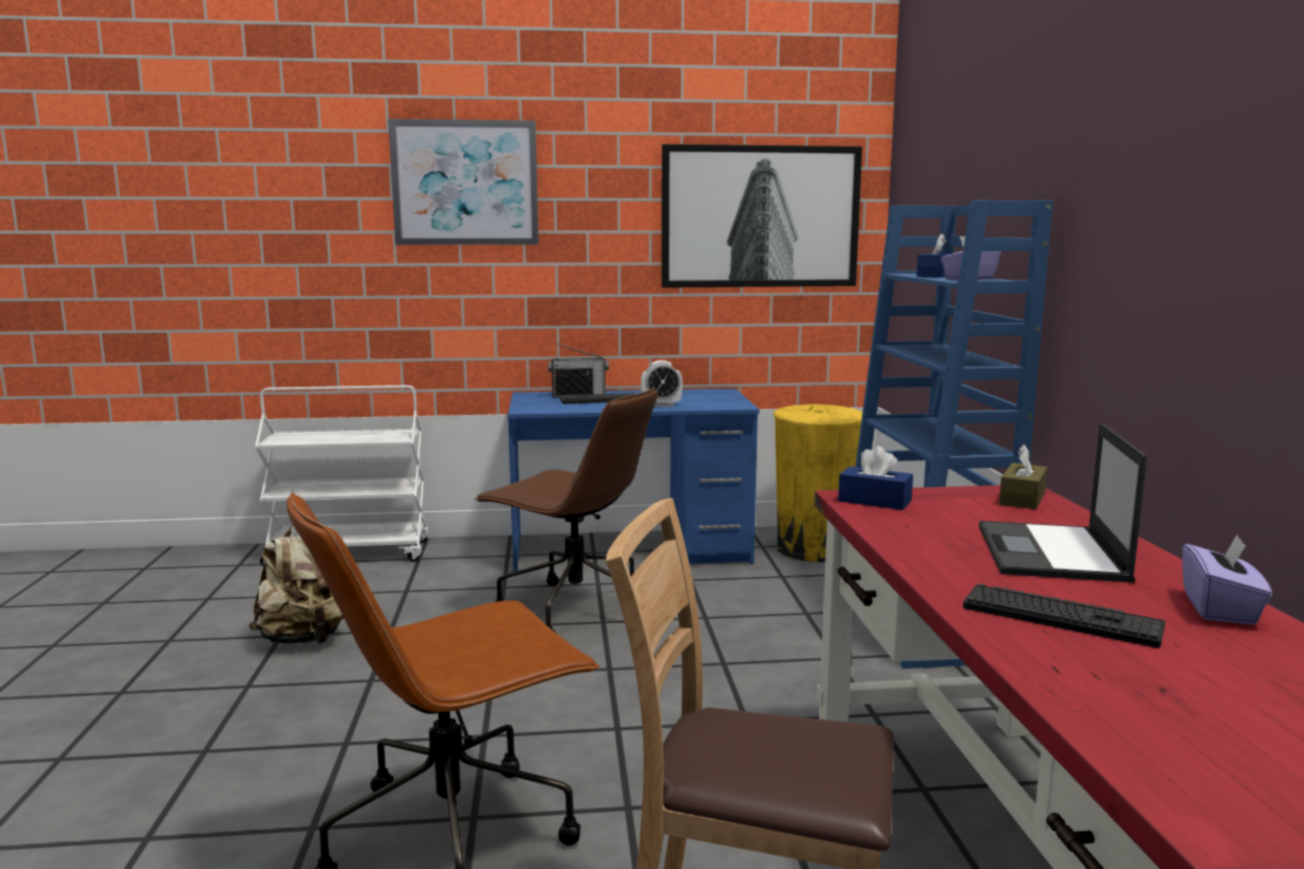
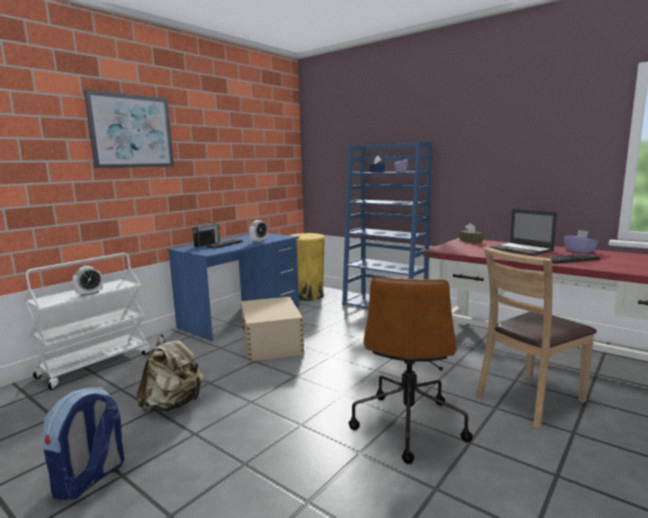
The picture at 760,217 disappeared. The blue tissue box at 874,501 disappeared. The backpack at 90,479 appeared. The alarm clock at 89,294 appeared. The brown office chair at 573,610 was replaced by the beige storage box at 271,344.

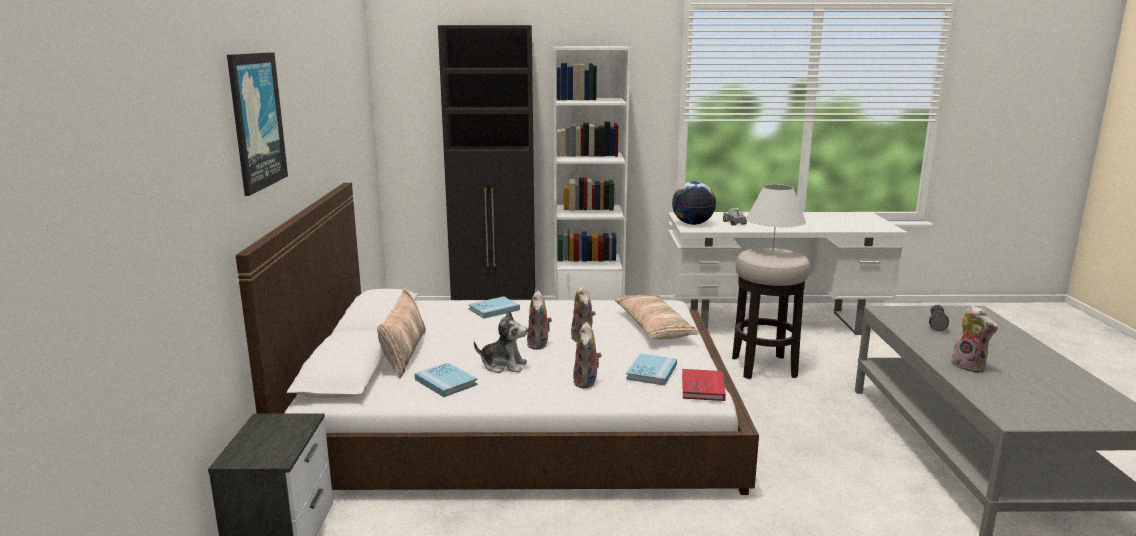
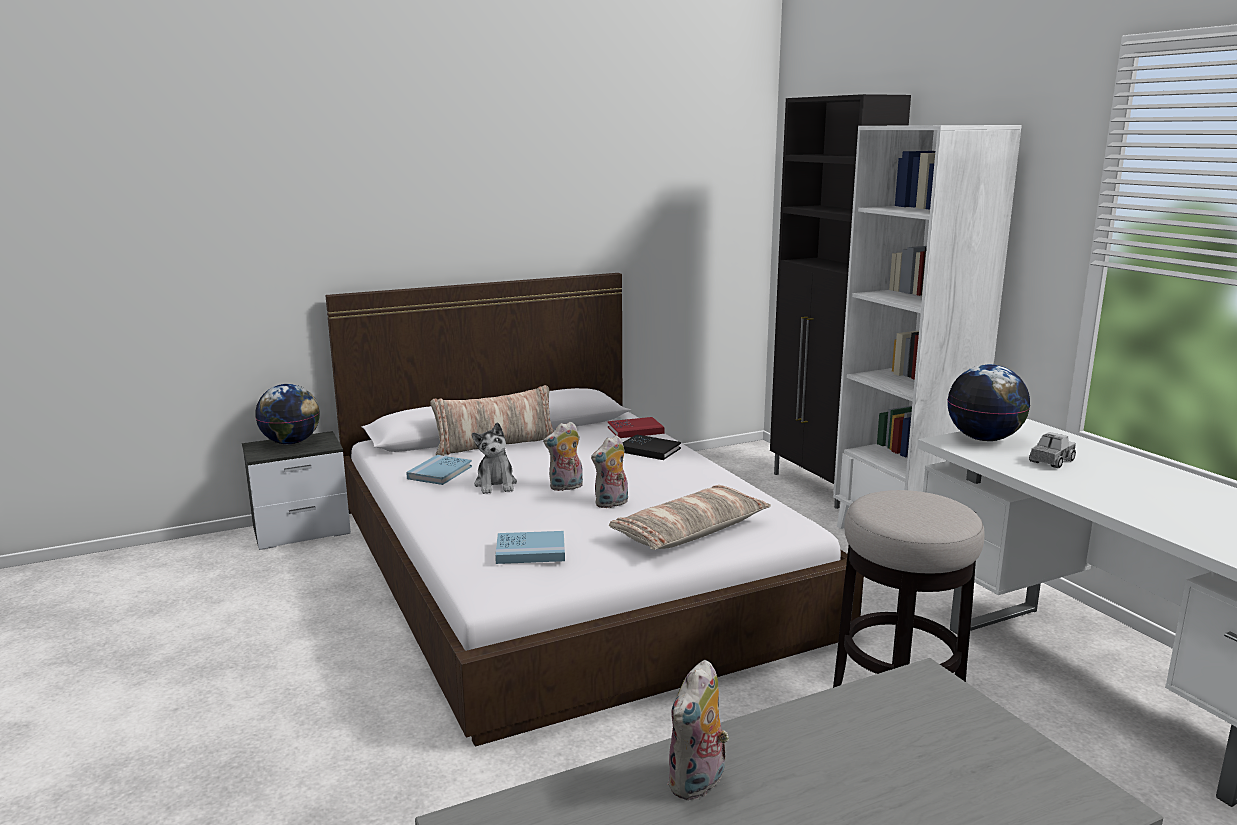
The picture at 256,121 disappeared. The plush toy at 587,382 disappeared. The white table lamp at 773,250 disappeared. The flashlight at 938,324 disappeared. The globe at 291,442 appeared. The red book moved from 702,387 to 635,430. The blue book at 494,309 became the black book at 649,450.

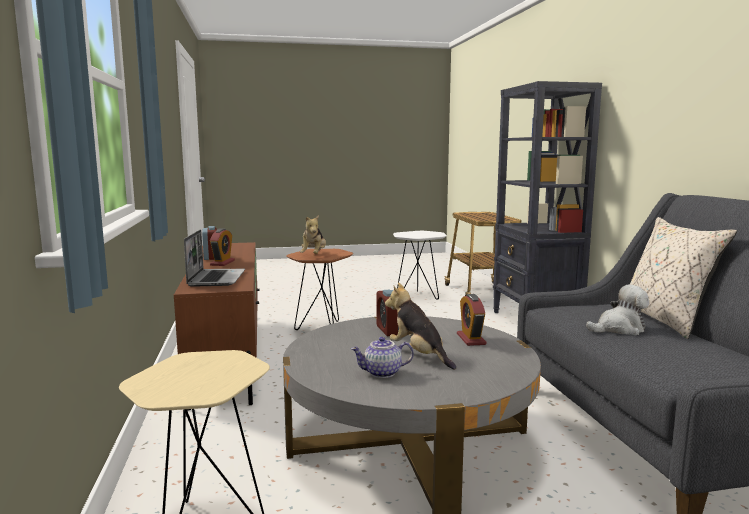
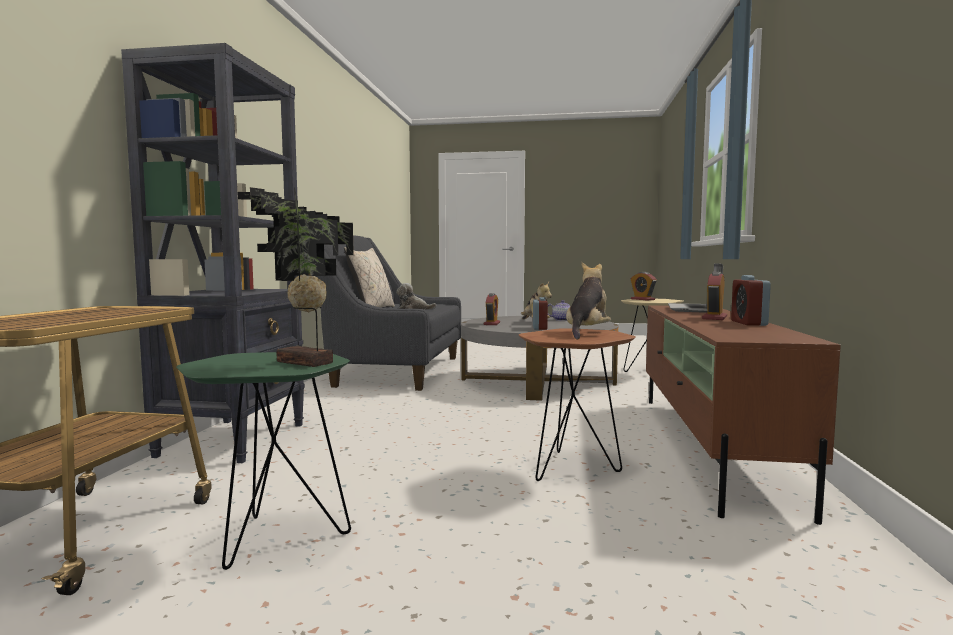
The potted plant at 302,363 appeared. The alarm clock at 642,299 appeared. The white side table at 418,296 became the green side table at 272,539.

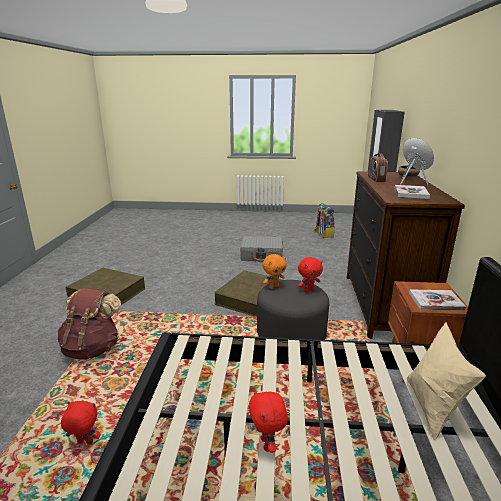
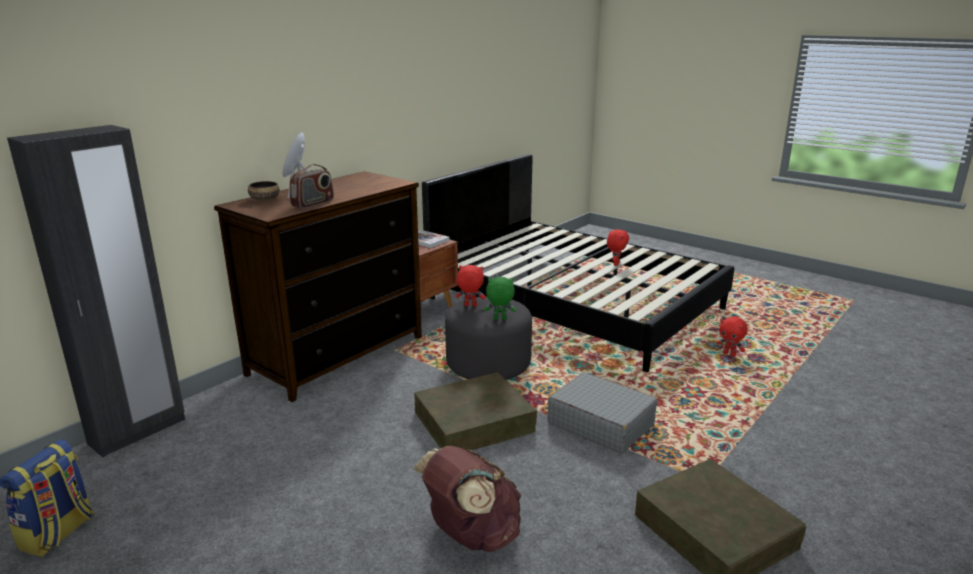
The book at 411,193 disappeared. The beige pillow at 433,408 disappeared. The brown backpack moved from 92,349 to 471,535. The grey suitcase moved from 262,255 to 600,424. The orange plush toy at 273,287 became the green plush toy at 499,319.

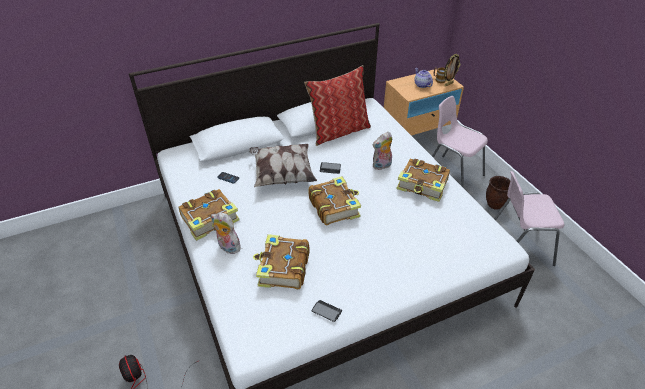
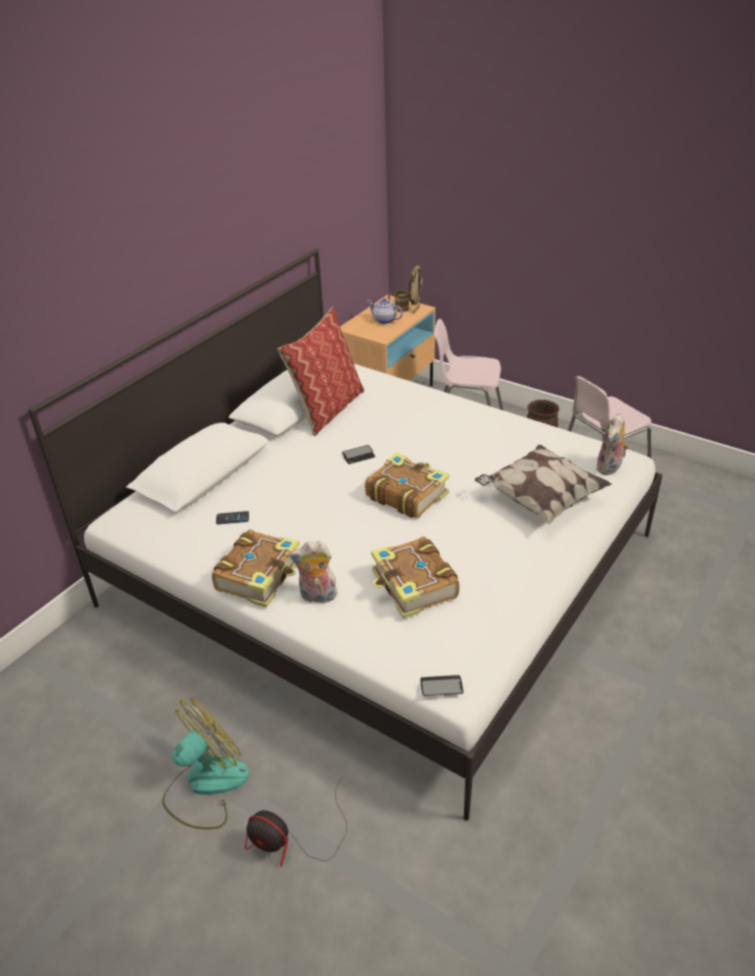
The book at 423,186 disappeared. The fan at 205,785 appeared. The pillow moved from 282,174 to 539,499. The phone moved from 326,311 to 441,686. The plush toy moved from 381,166 to 610,468.

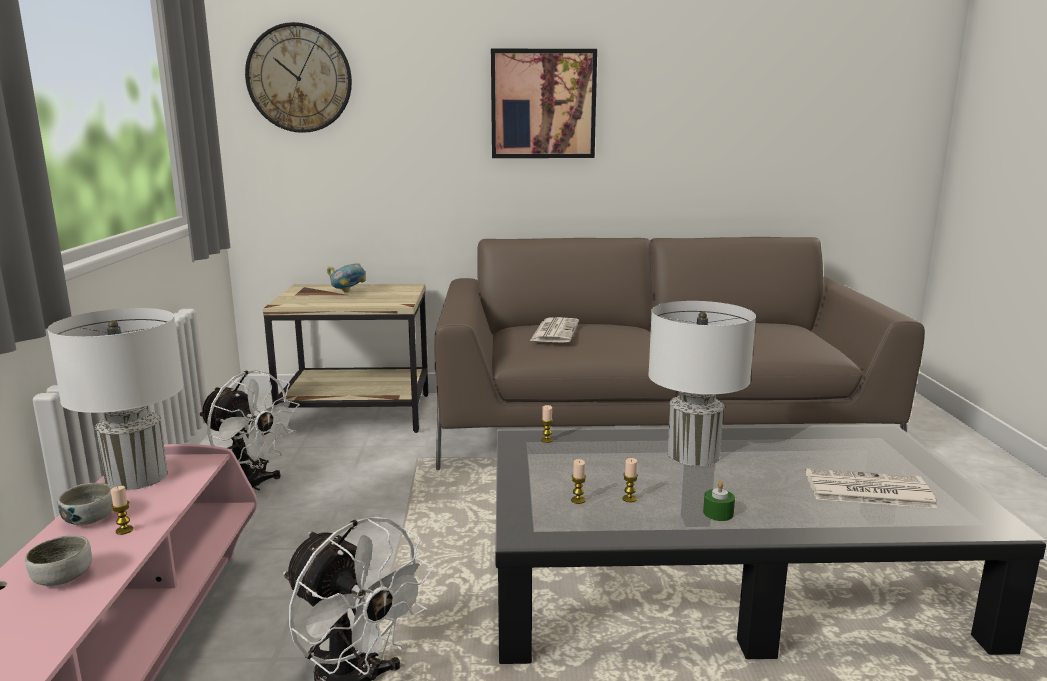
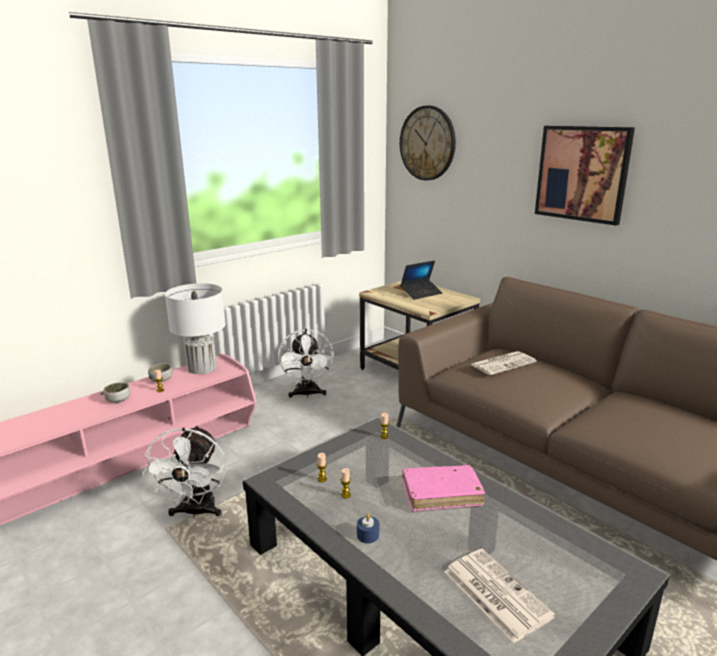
The bowl at 348,293 was replaced by the laptop at 421,293. The white table lamp at 693,454 was replaced by the pink book at 441,494. The green candle at 718,513 became the blue candle at 367,535.

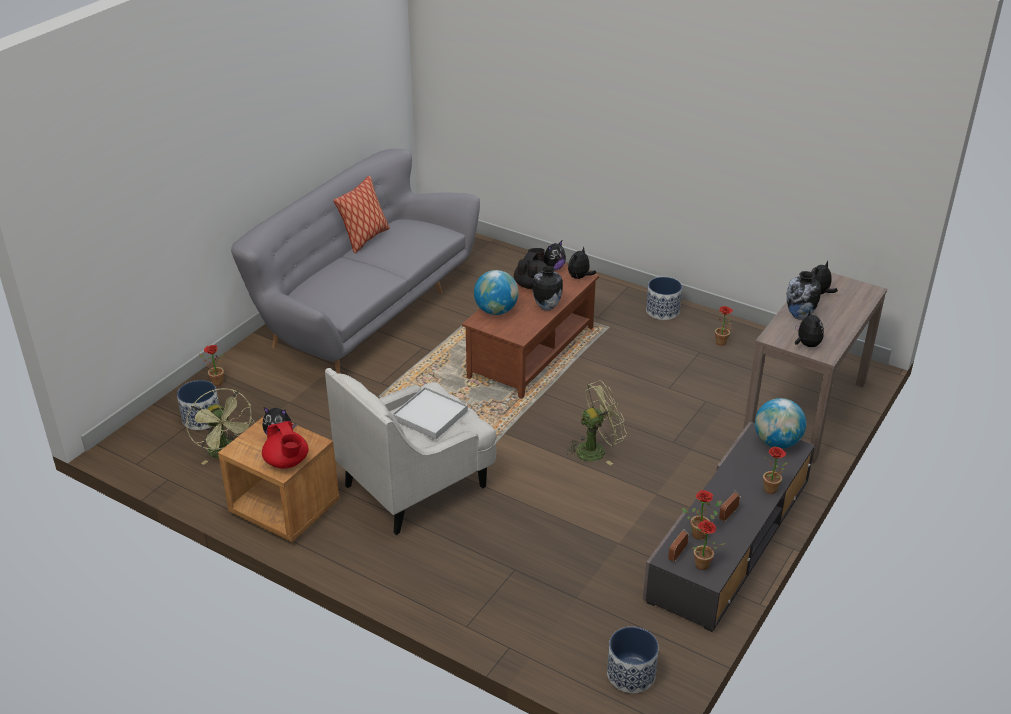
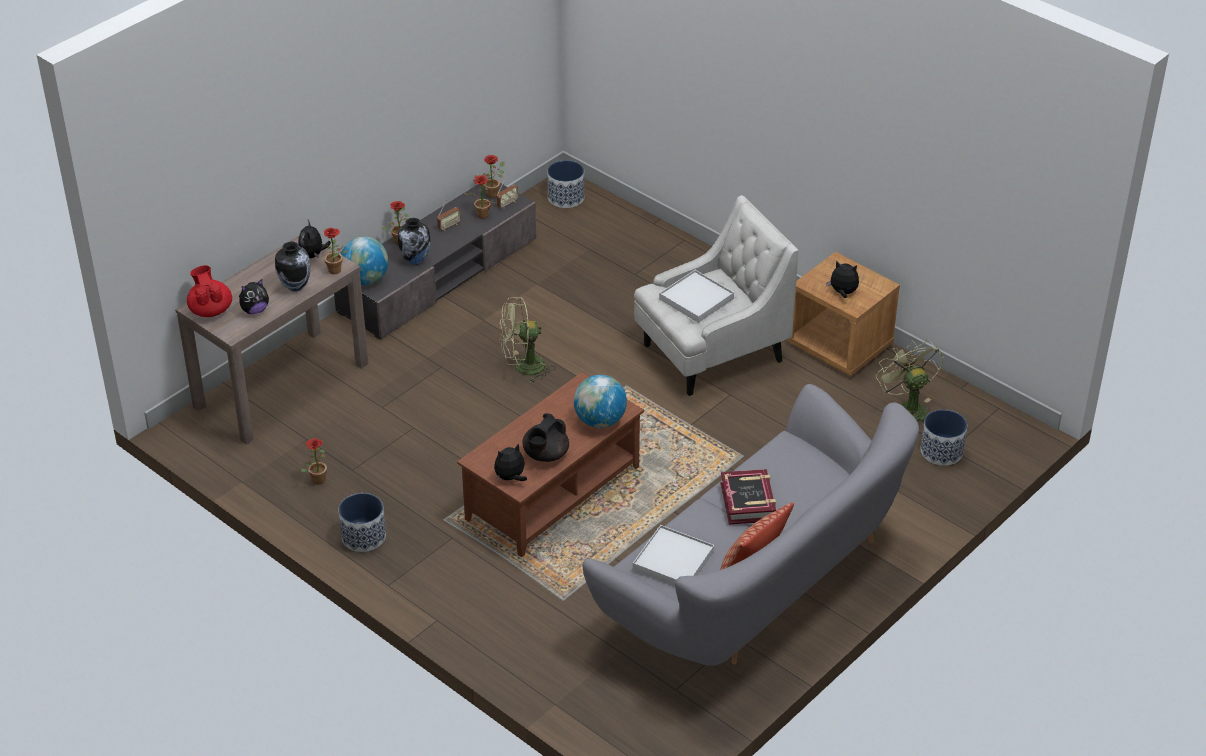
The plush toy at 579,277 disappeared. The white tray at 673,560 appeared. The book at 748,502 appeared. The potted plant moved from 215,382 to 337,271. The red teapot moved from 287,462 to 210,310. The vase moved from 546,307 to 416,260.

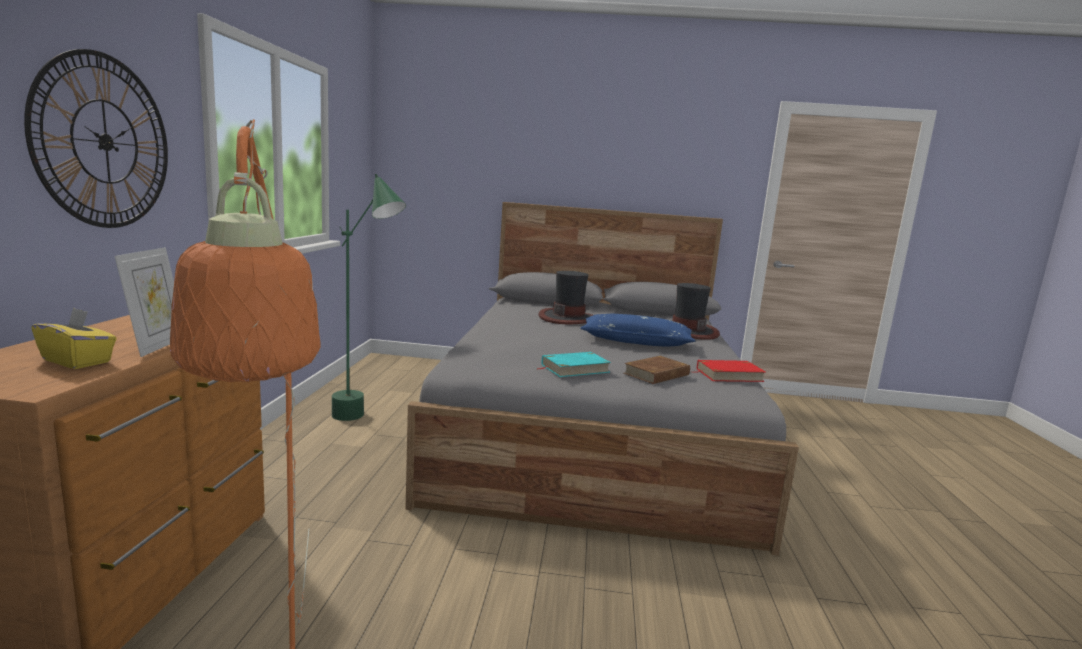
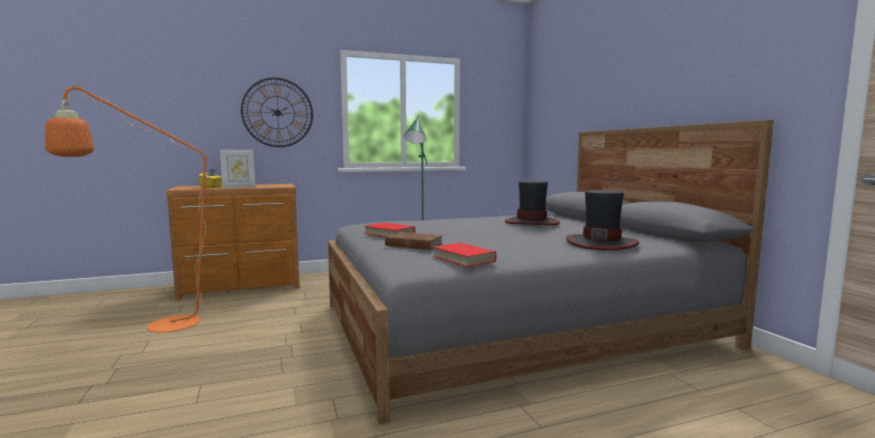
The blue pillow at 636,341 disappeared. The turquoise book at 574,368 became the red book at 389,234.

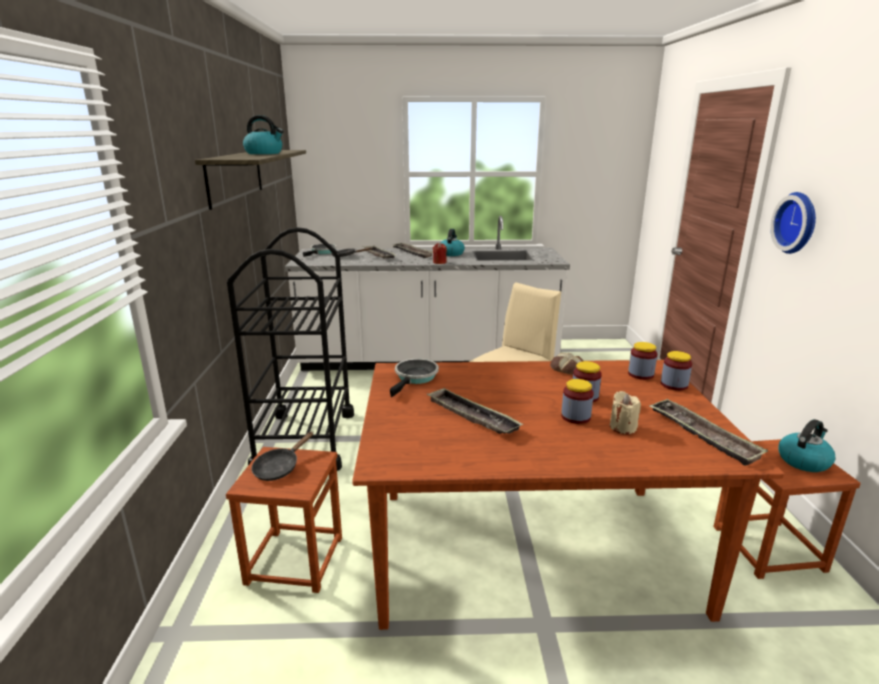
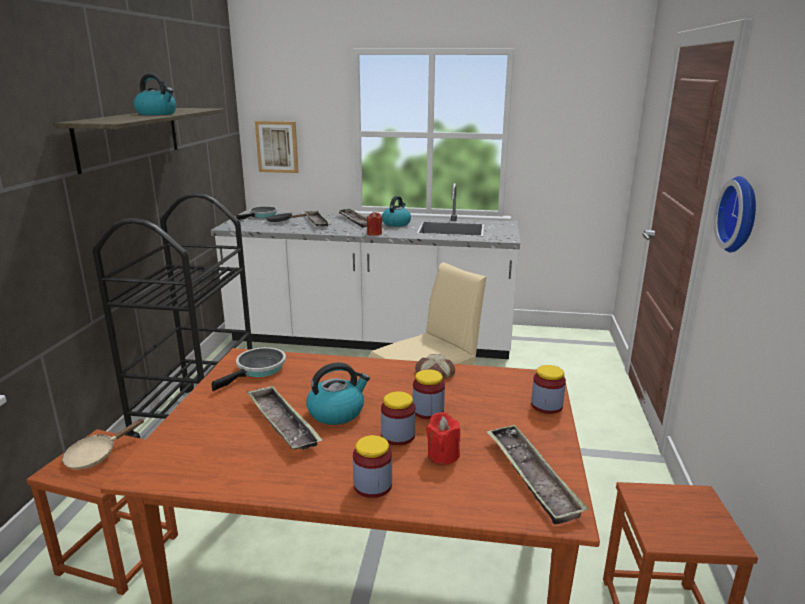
The picture at 277,147 appeared. The jar moved from 640,374 to 372,485. The kettle moved from 803,461 to 337,412. The black frying pan at 279,468 became the beige frying pan at 96,455. The beige candle at 622,427 became the red candle at 442,455.

